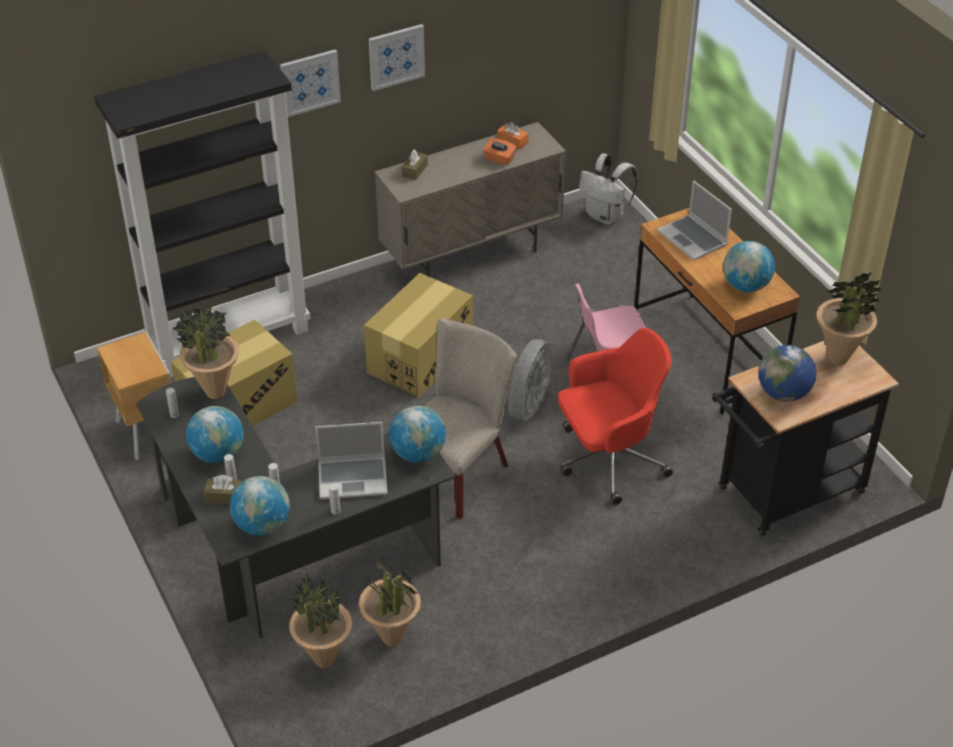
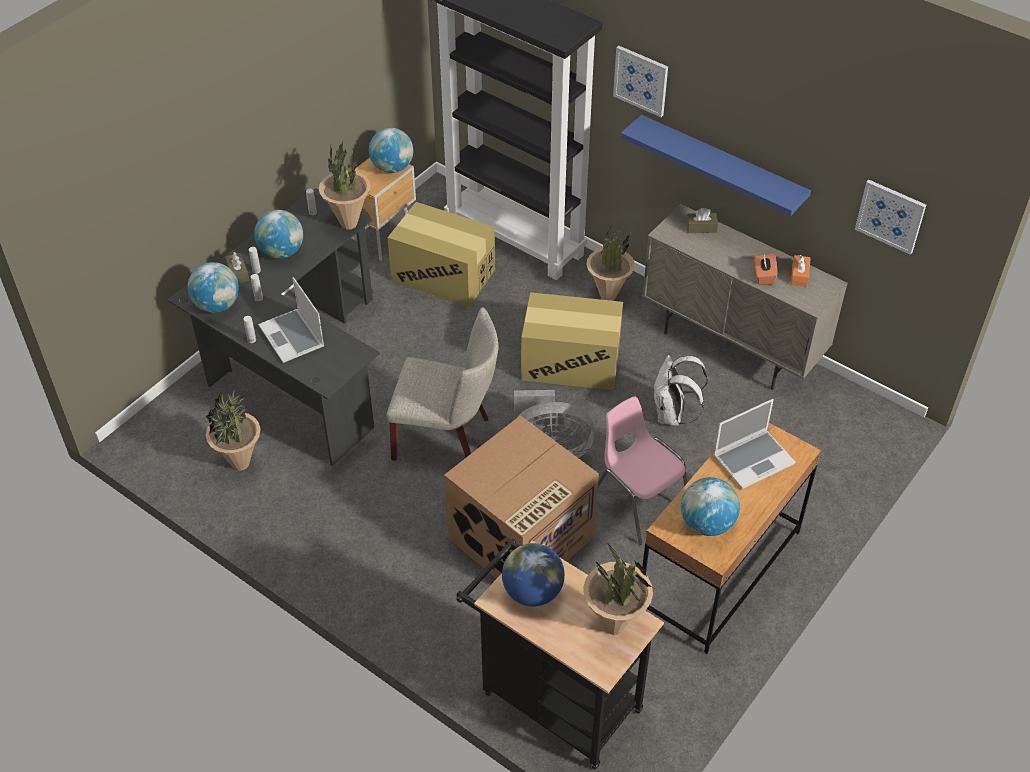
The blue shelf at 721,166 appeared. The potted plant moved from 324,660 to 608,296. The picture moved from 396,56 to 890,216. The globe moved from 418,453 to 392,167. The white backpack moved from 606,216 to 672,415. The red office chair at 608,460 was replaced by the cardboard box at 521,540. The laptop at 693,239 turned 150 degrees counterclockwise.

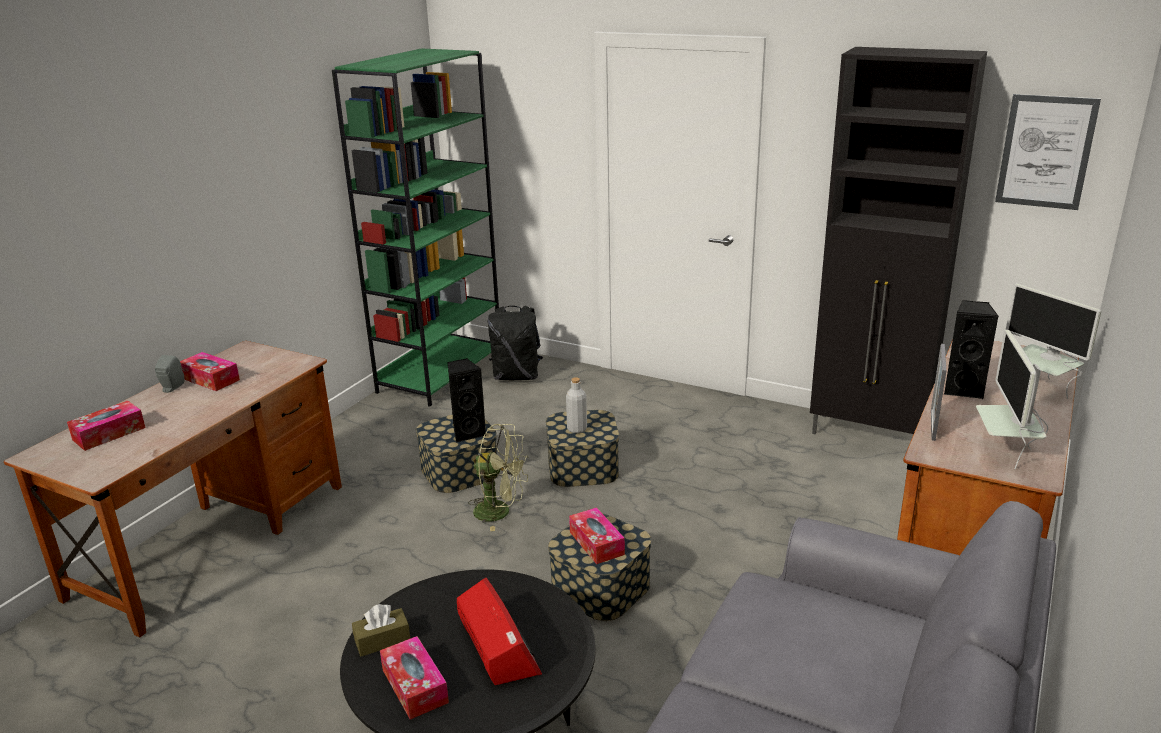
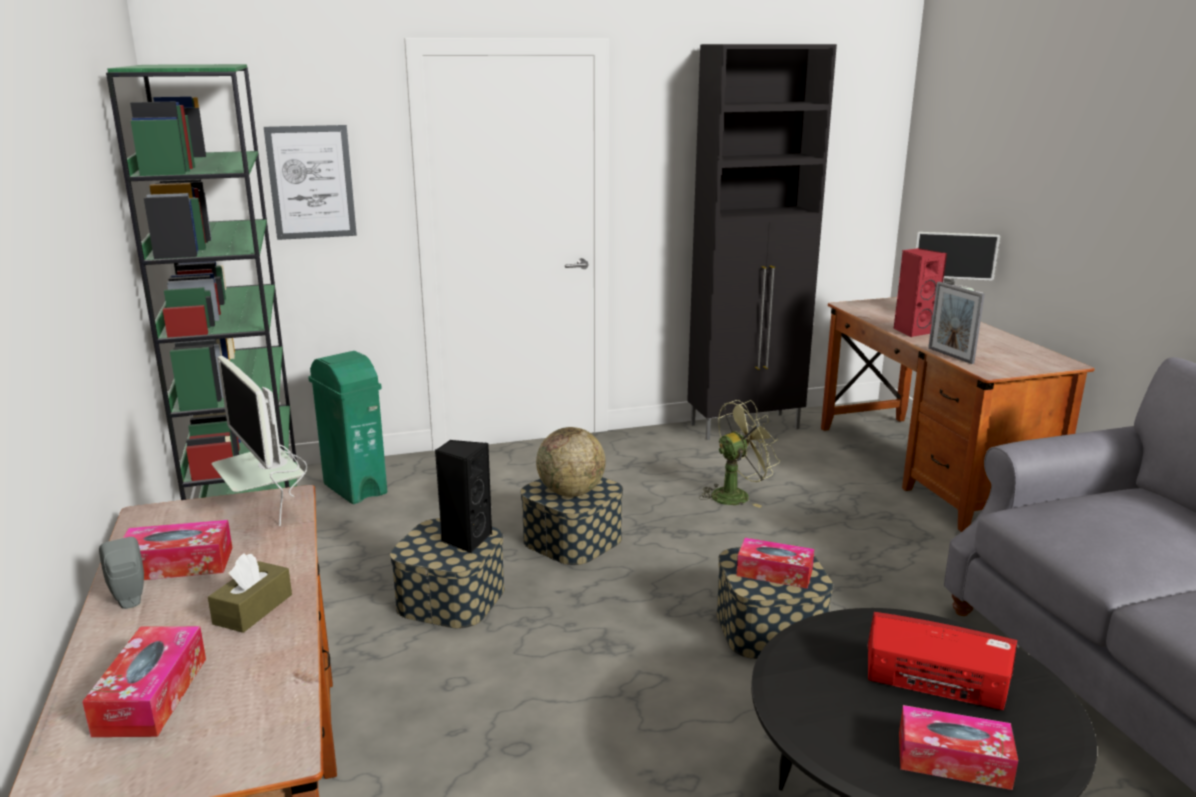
The brown tissue box moved from 382,640 to 253,609. The green fan moved from 500,512 to 736,495. The monitor moved from 1006,452 to 266,509. The picture moved from 1045,152 to 311,182. The black backpack at 517,376 was replaced by the green trash can at 355,488. The grey bottle at 577,429 was replaced by the globe at 571,492. The black speaker at 963,389 became the red speaker at 913,331.

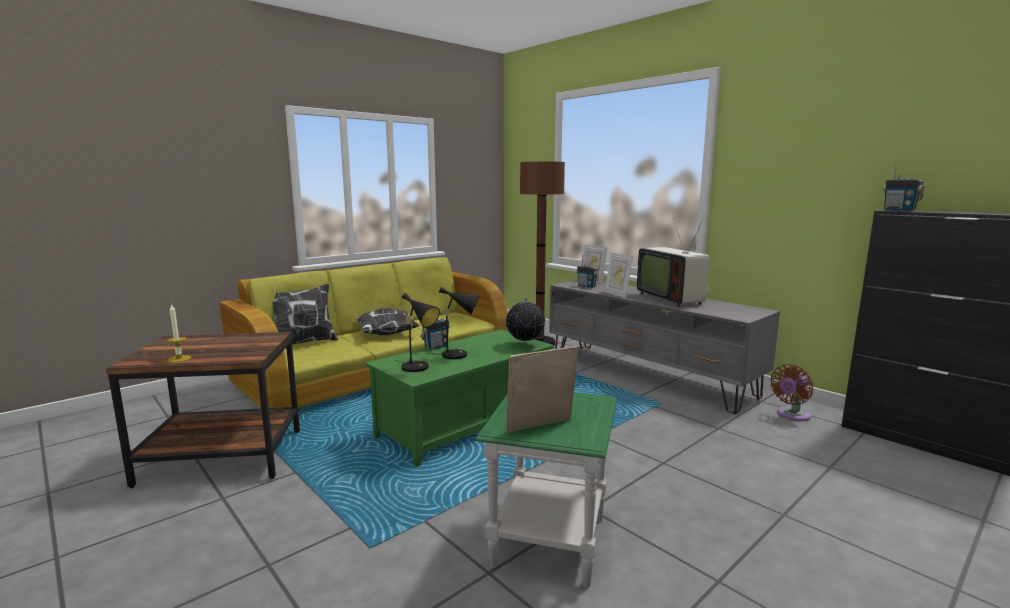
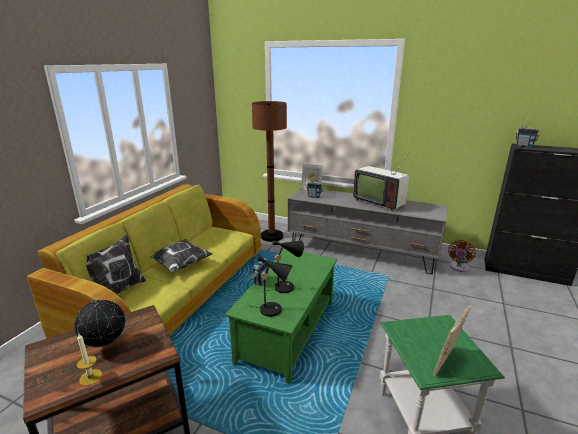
The picture frame at 617,294 disappeared. The globe moved from 525,345 to 106,346.

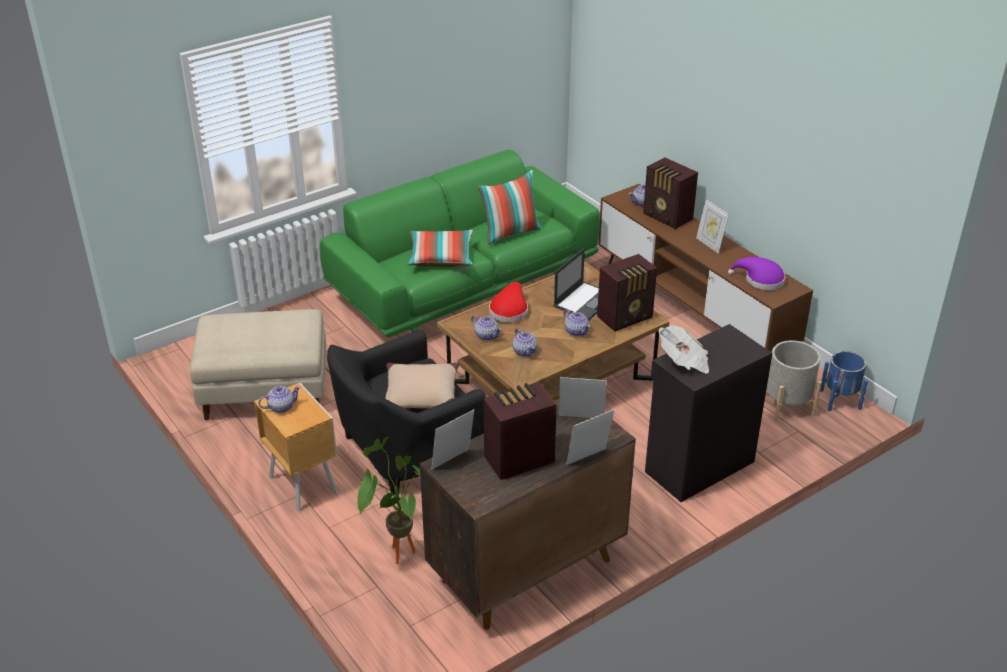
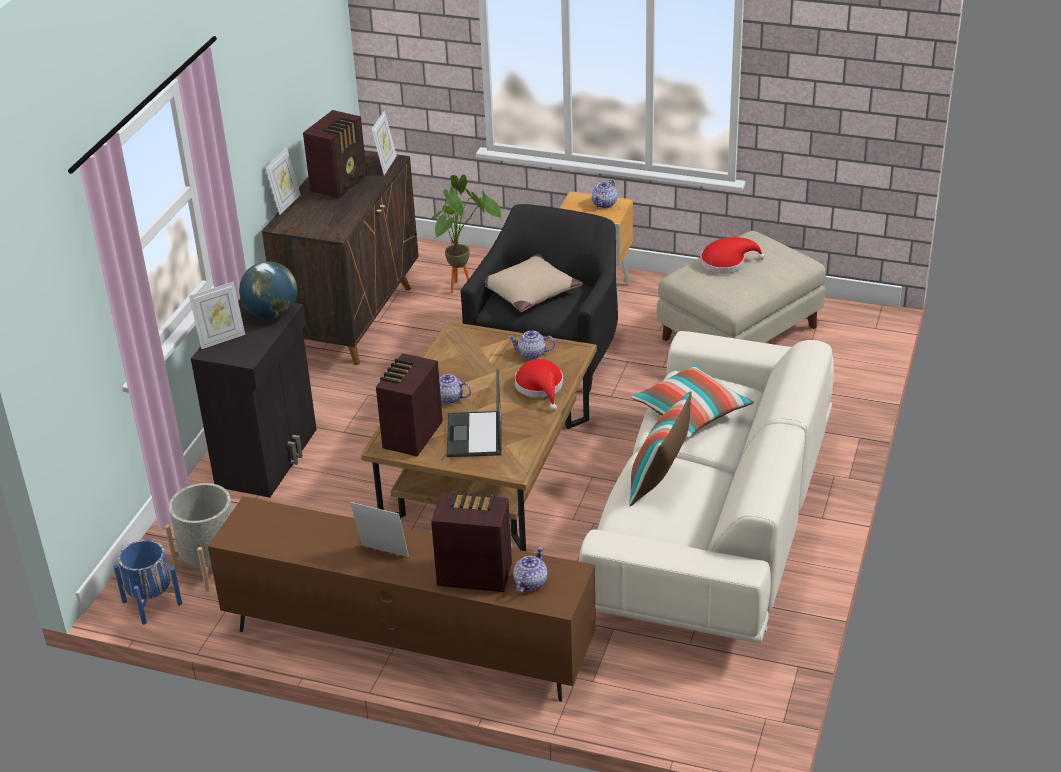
The teapot at 524,351 disappeared. The purple hat at 760,280 disappeared. The red hat at 726,263 appeared. The picture frame moved from 581,420 to 221,339. The newspaper at 684,361 was replaced by the globe at 271,314. The green sofa at 464,287 became the beige sofa at 712,530.

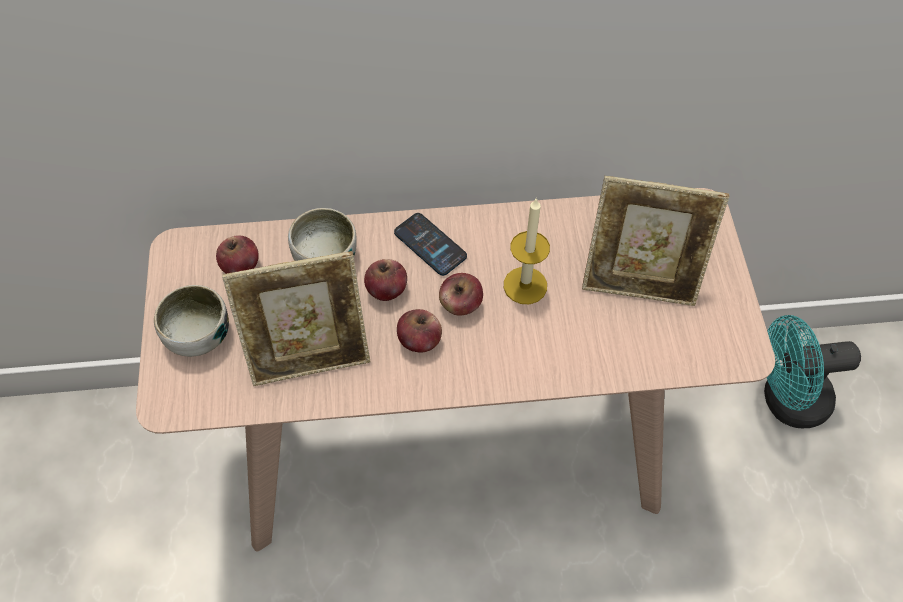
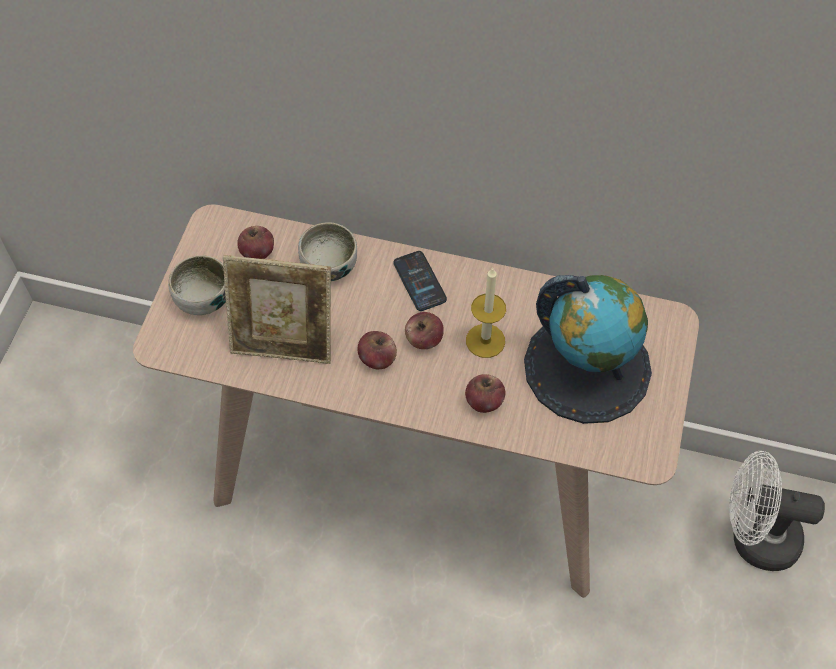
The apple moved from 387,289 to 484,401. The picture frame at 640,279 was replaced by the globe at 587,366. The turquoise fan at 785,400 became the white fan at 753,537.

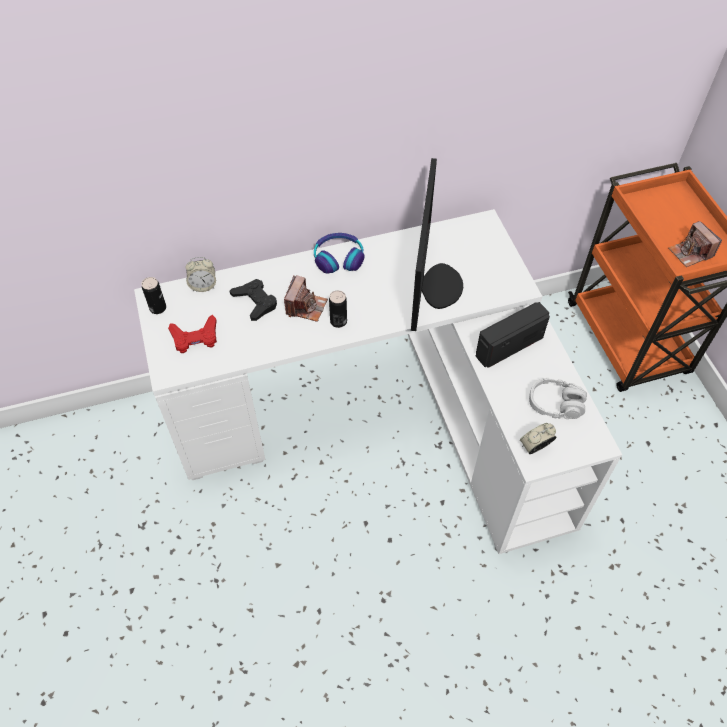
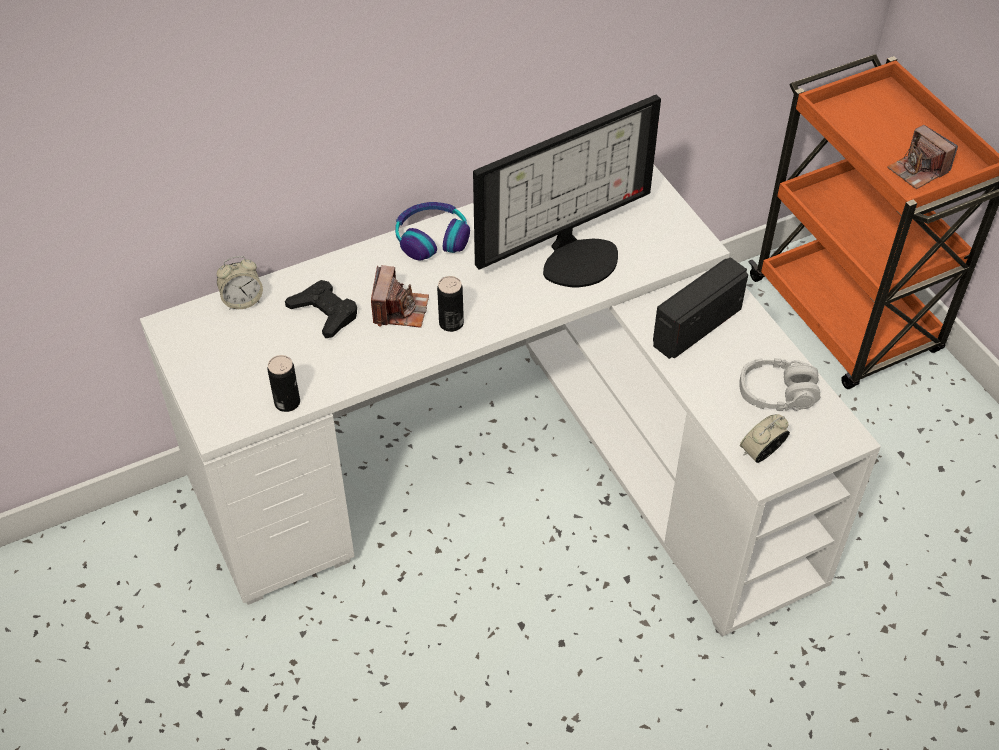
The red game controller at 195,338 disappeared. The can moved from 158,308 to 287,402. The monitor at 435,285 turned 60 degrees clockwise.

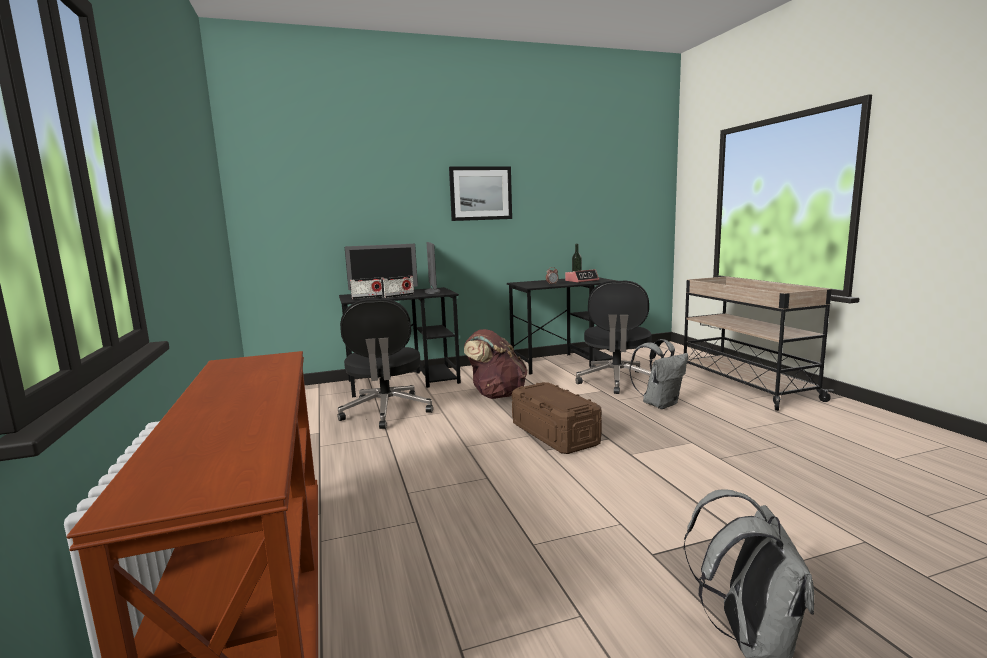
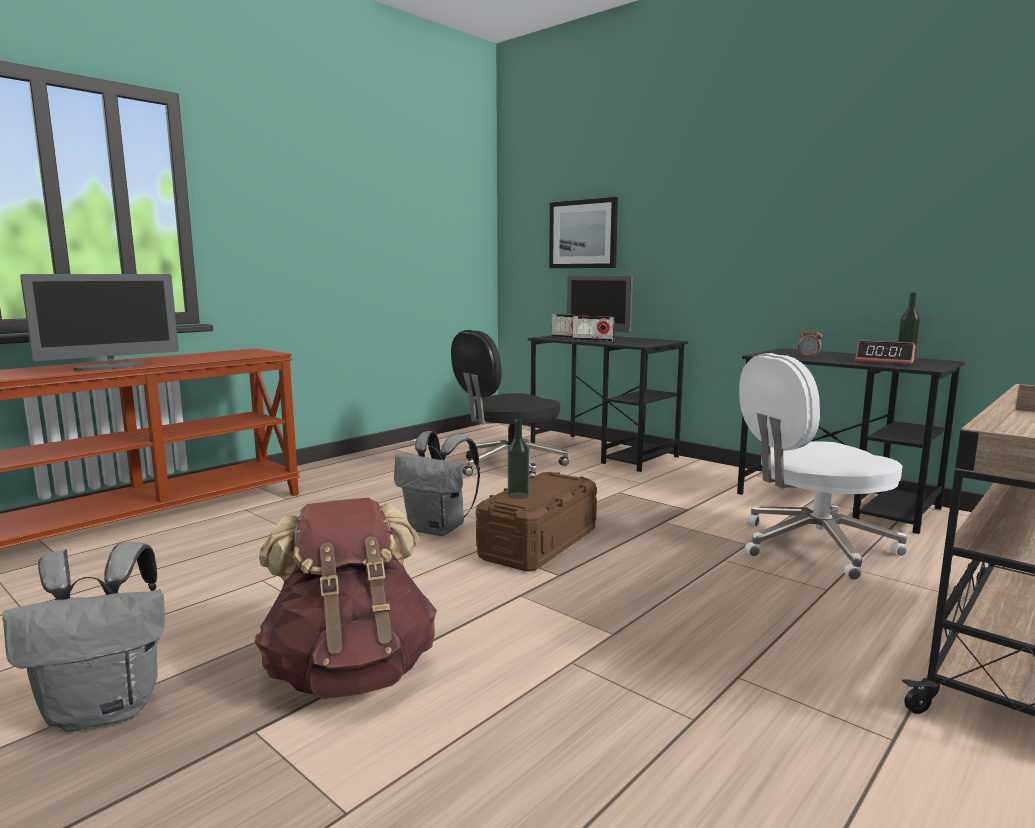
The bottle at 518,495 appeared. The monitor moved from 432,291 to 110,367. The picture moved from 480,193 to 583,234. The brown backpack moved from 496,395 to 351,672. The grey backpack moved from 660,404 to 439,529. The black office chair at 616,381 became the white office chair at 812,547.

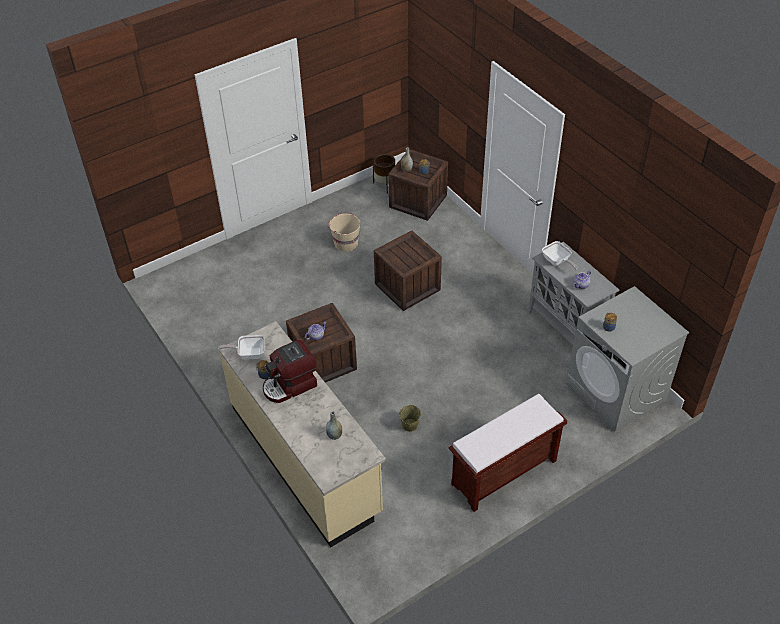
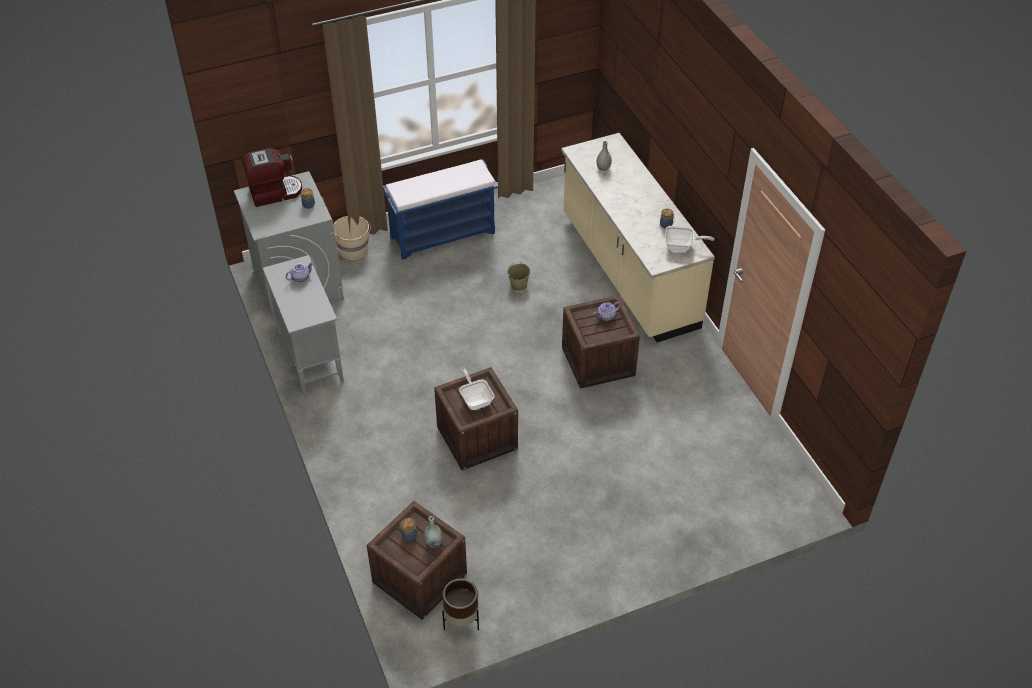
The coffee machine moved from 290,386 to 275,192. The beige bucket moved from 345,243 to 354,250. The frying pan moved from 557,262 to 475,399. The brown bench at 503,473 became the blue bench at 443,234.

